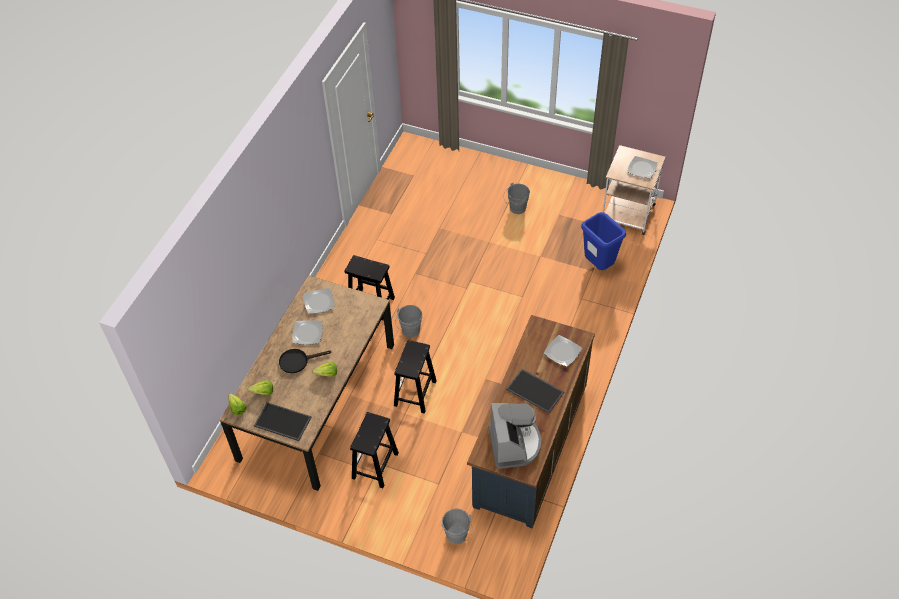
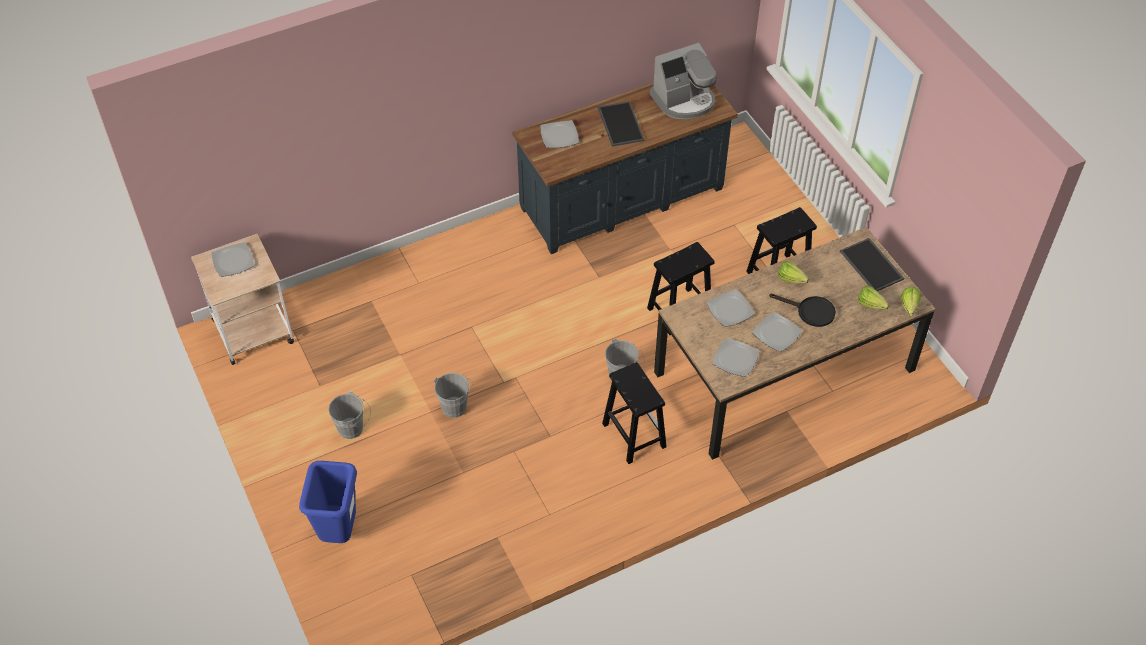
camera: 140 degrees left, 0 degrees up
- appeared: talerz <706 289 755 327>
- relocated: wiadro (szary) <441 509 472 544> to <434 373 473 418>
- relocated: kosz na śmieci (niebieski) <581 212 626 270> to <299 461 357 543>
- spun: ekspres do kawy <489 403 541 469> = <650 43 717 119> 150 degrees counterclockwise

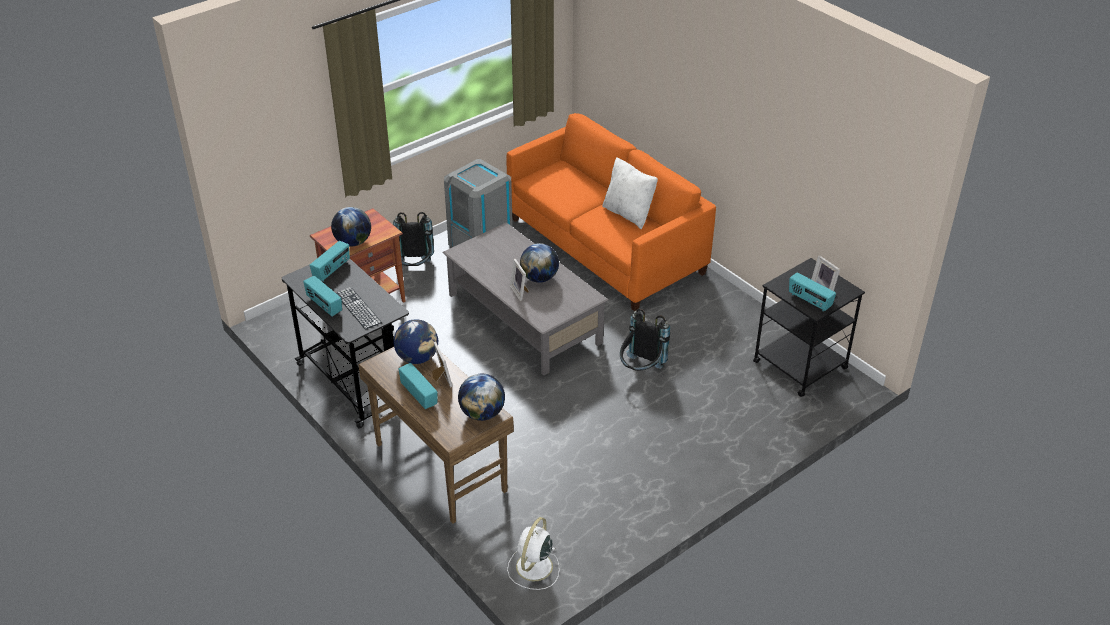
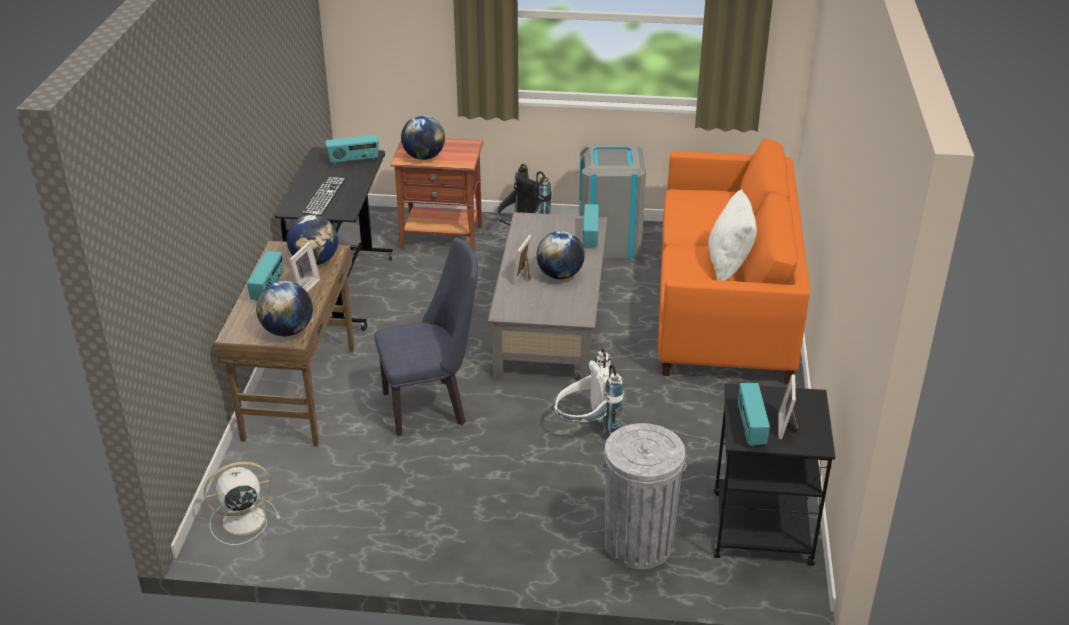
camera: 45 degrees right, 5 degrees down
- appeared: krzesło (niebieski) <374 238 478 436>
- appeared: kosz na śmieci (szary) <602 423 687 569>
- relocated: radio <303 276 342 317> to <582 204 599 247>
- colour: plecak (czarny) <620 308 670 371> to plecak (biały) <554 348 624 438>

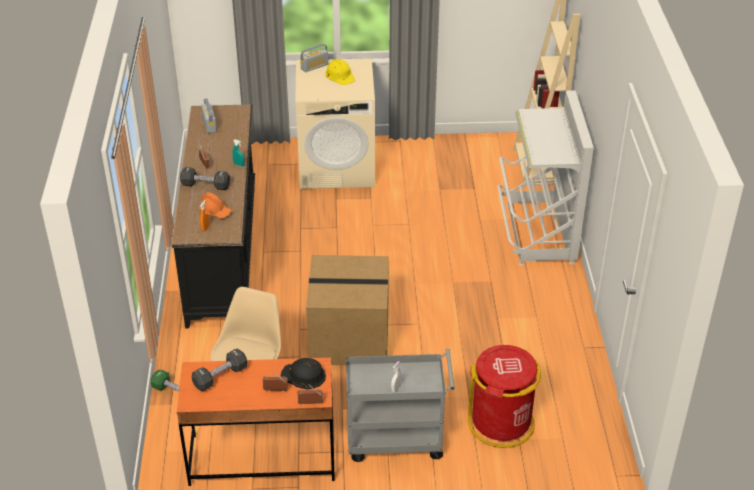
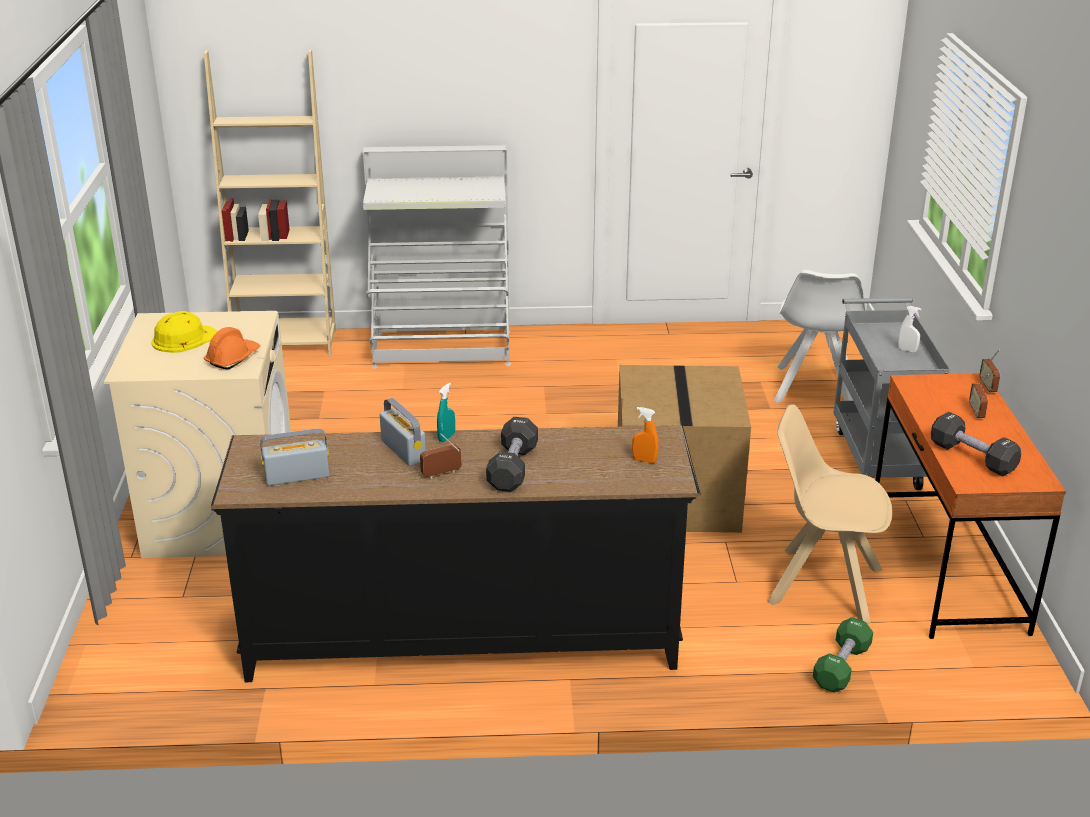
camera: 90 degrees left, 10 degrees down
- missing: kask (czarny) <280 358 326 390>
- relocated: kask (pomarańczowy) <199 192 232 218> to <204 327 261 369>
- relocated: radio <300 44 328 72> to <380 398 426 466>
- exchanged: kosz na śmieci (czerwony) <468 345 541 448> to krzesło (biały) <774 270 866 403>

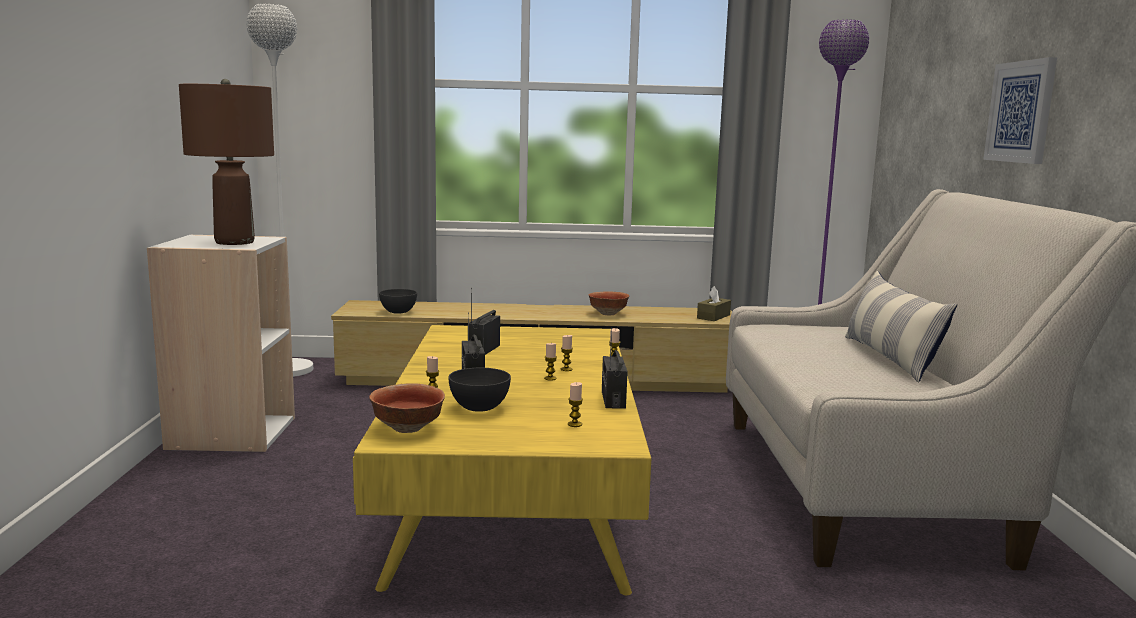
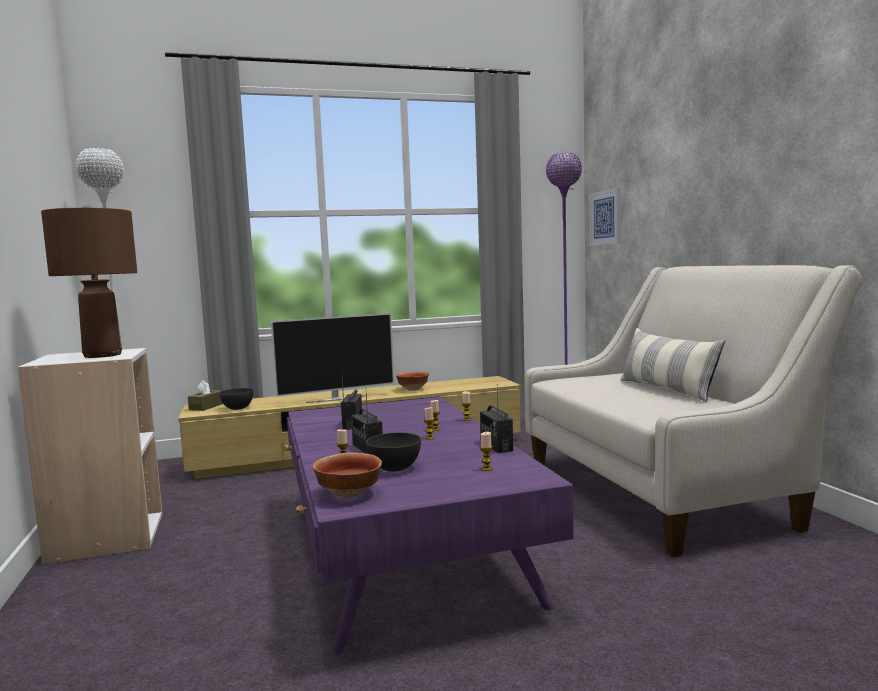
camera: 15 degrees left, 5 degrees down
- appeared: telewizor <271 313 394 403>
- relocated: pudełko chusteczek (brązowy) <697 286 731 321> to <188 380 223 411>
- relocated: obraz <983 57 1057 164> to <589 188 621 246>
- colour: ława (żółty) <353 325 651 595> to ława (fioletowy) <284 397 574 654>

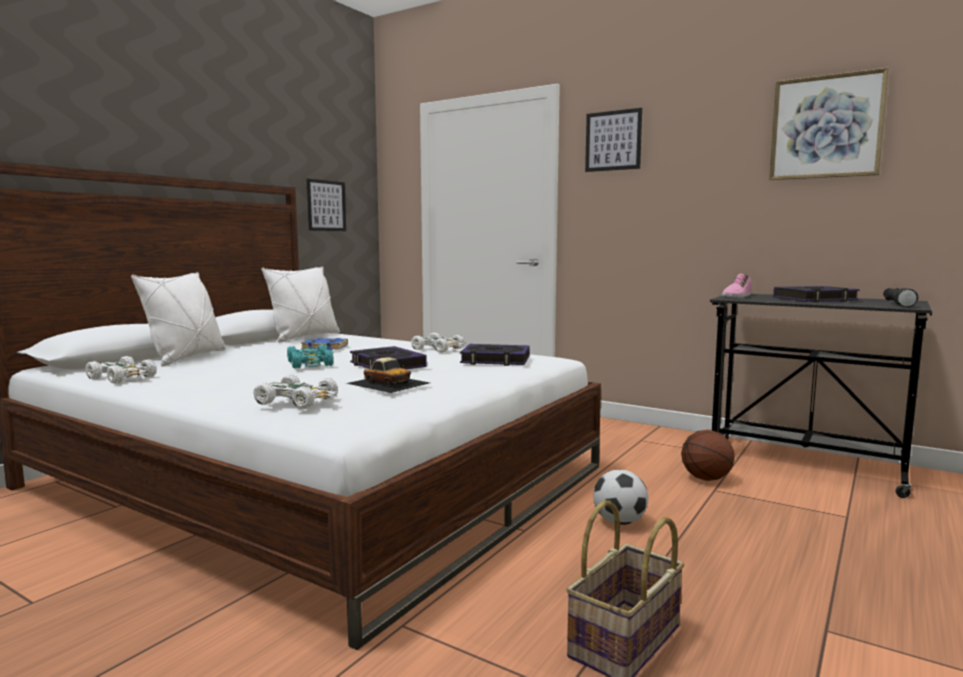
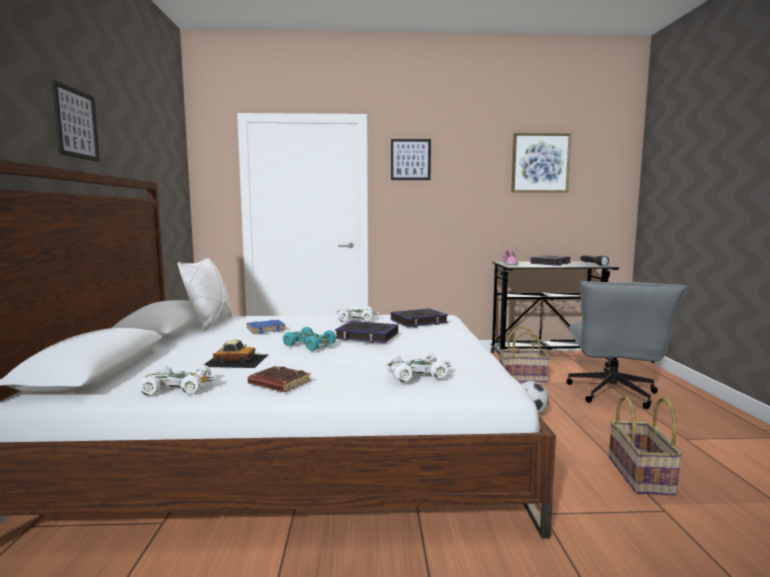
camera: 35 degrees left, 0 degrees up
- missing: poduszka (biały) <131 272 226 367>
- appeared: książka (brązowy) <248 366 311 392>
- appeared: krzesło biurowe (szary) <566 281 689 409>
- relocated: obraz <306 179 346 231> to <52 80 100 162>
- relocated: samochodzik <346 357 429 393> to <204 340 268 368>
- exchanged: piłka do koszykówki <681 430 735 481> to koszyk <499 326 550 383>

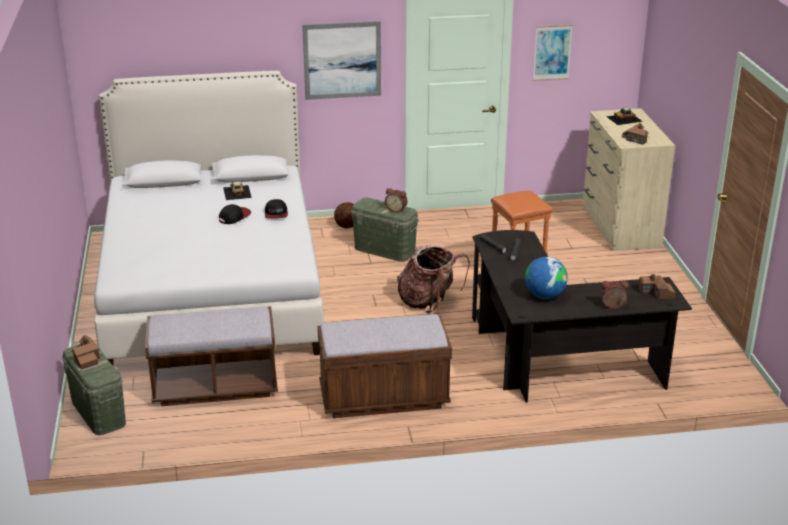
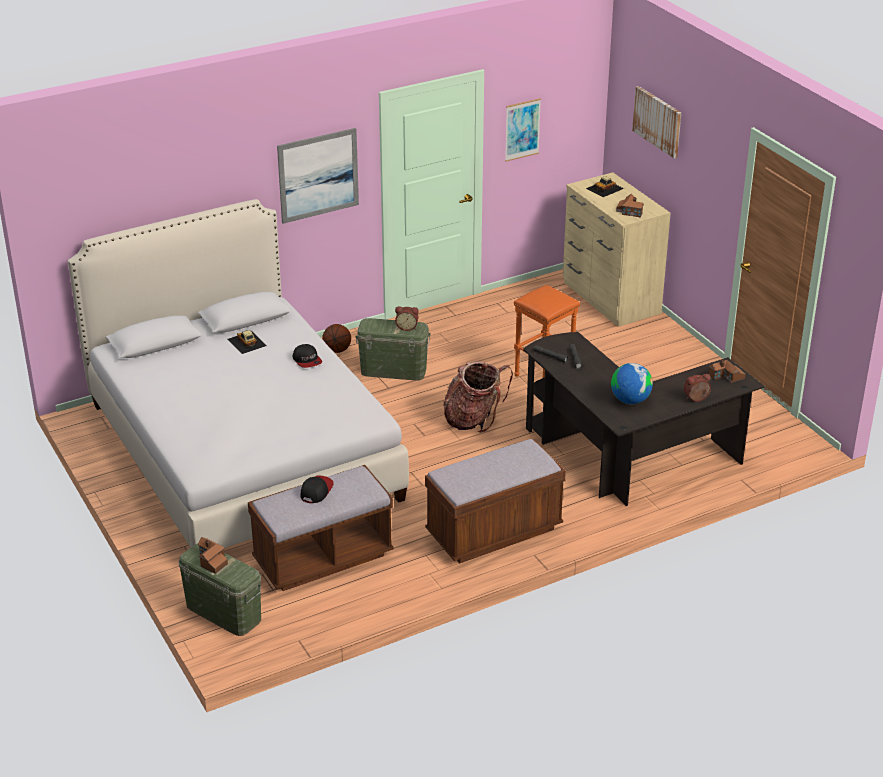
camera: 20 degrees left, 5 degrees up
- appeared: obraz <632 86 681 158>
- relocated: czapka z daszkiem <219 204 251 224> to <301 476 334 503>

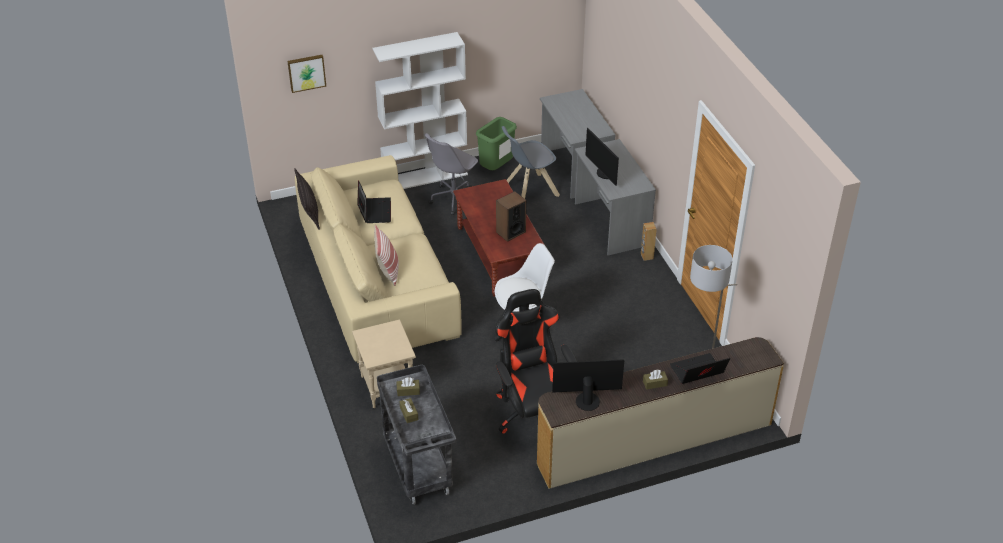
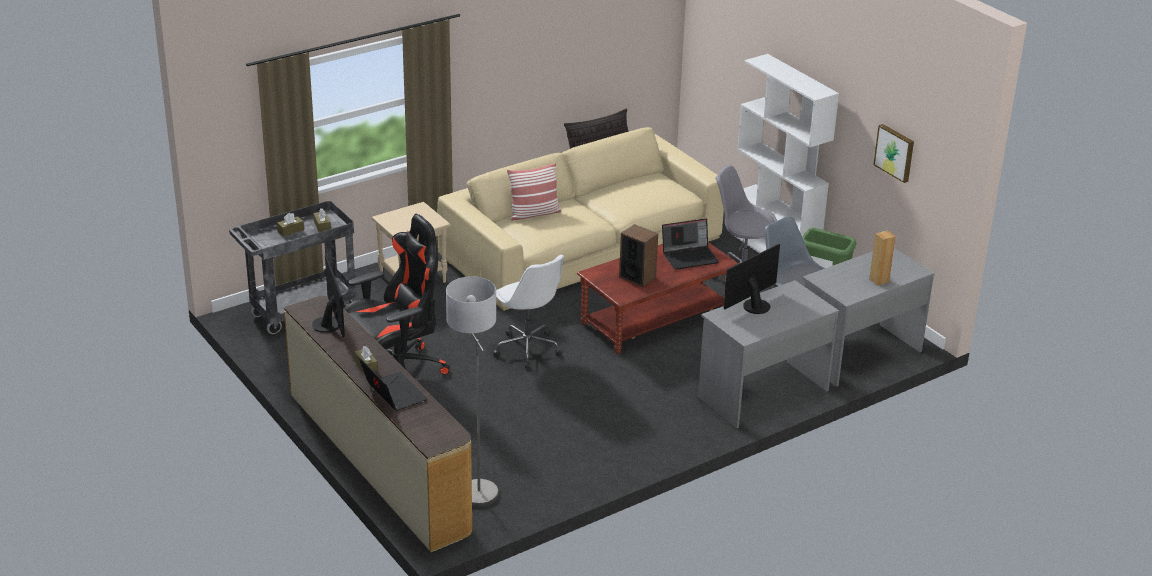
camera: 75 degrees right, 10 degrees down
- relocated: obraz <287 55 326 93> to <873 124 914 183>
- relocated: laptop <357 181 391 223> to <662 218 719 270>
- relocated: głośnik (brązowy) <641 222 657 261> to <869 230 895 286>

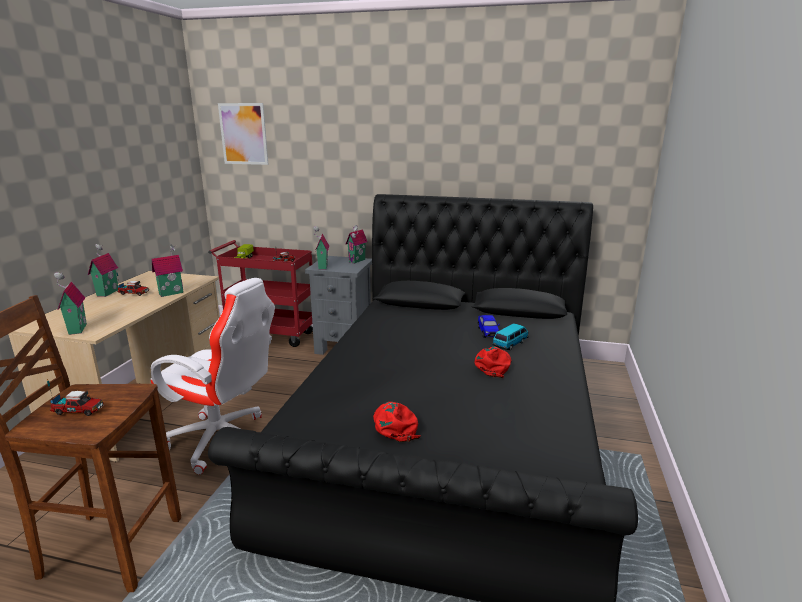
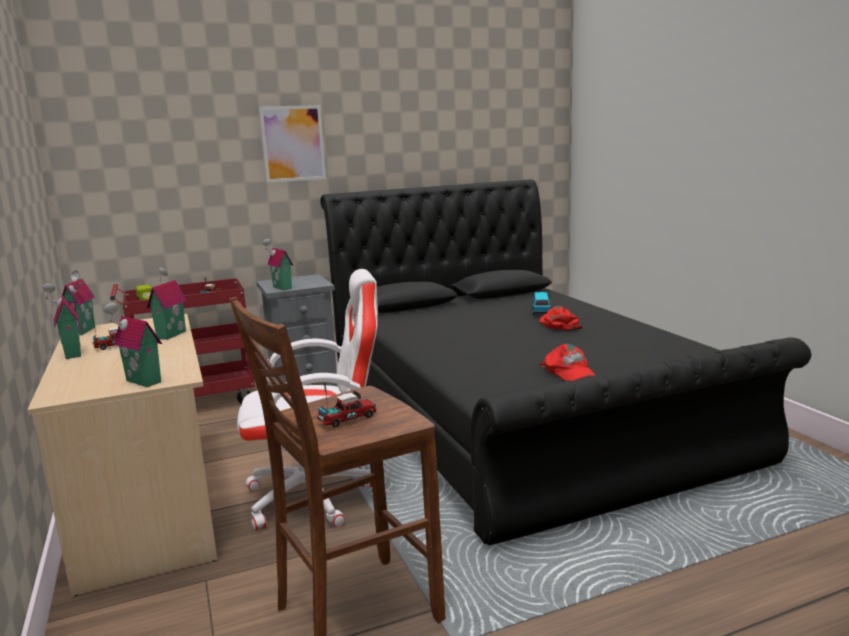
camera: 35 degrees left, 5 degrees down
- missing: samochodzik <478 315 500 338>
- relocated: obraz <218 103 269 165> to <259 105 326 183>
- relocated: domek <346 225 367 263> to <62 270 95 335>
- spun: czapka z daszkiem (czerwony) <373 402 421 442> = <539 344 595 381> 150 degrees counterclockwise

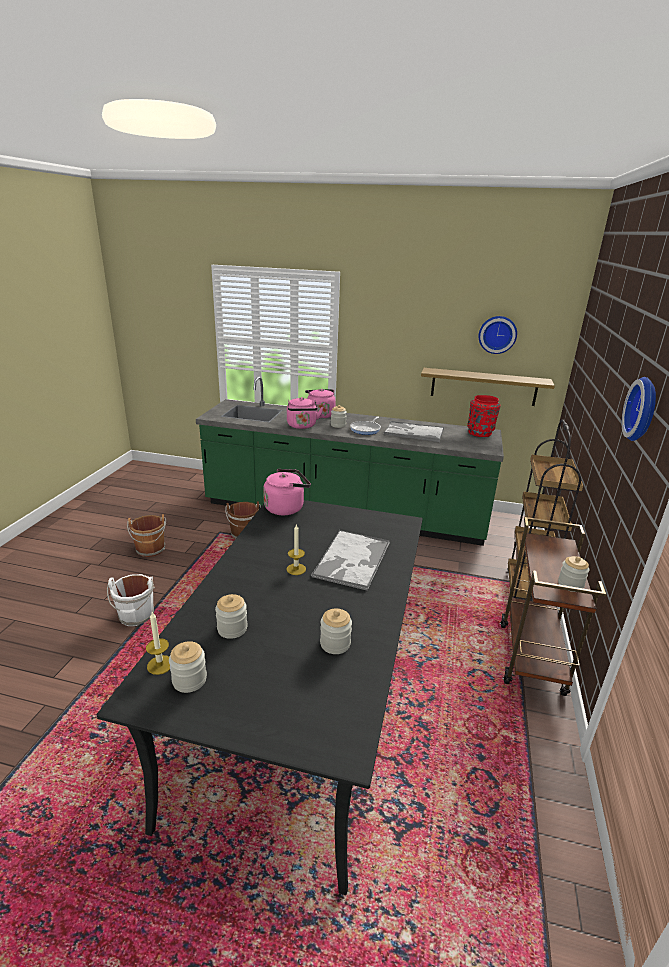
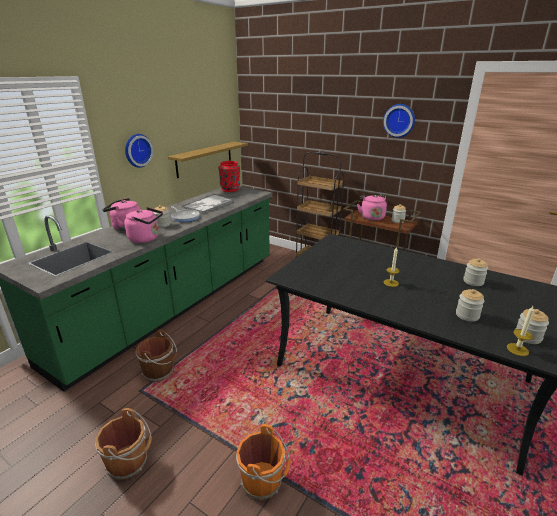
camera: 70 degrees left, 0 degrees up
- missing: taca <311 530 390 591>
- relocated: czajnik (różowy) <263 469 311 515> to <357 195 387 221>
- relocated: zegar ścienny <478 316 517 354> to <125 134 154 168>
- colour: wiadro (biały) <107 574 155 626> to wiadro (pomarańczowy) <236 424 291 500>

